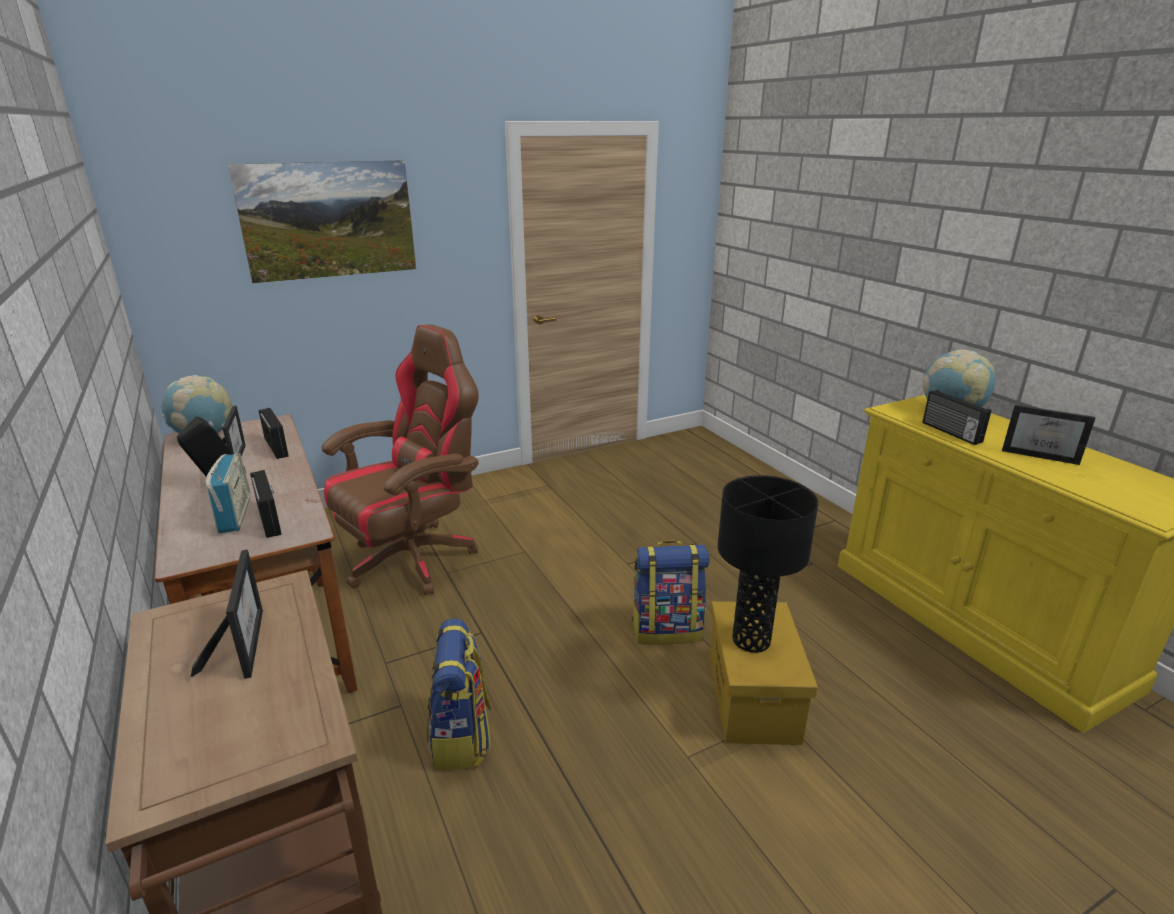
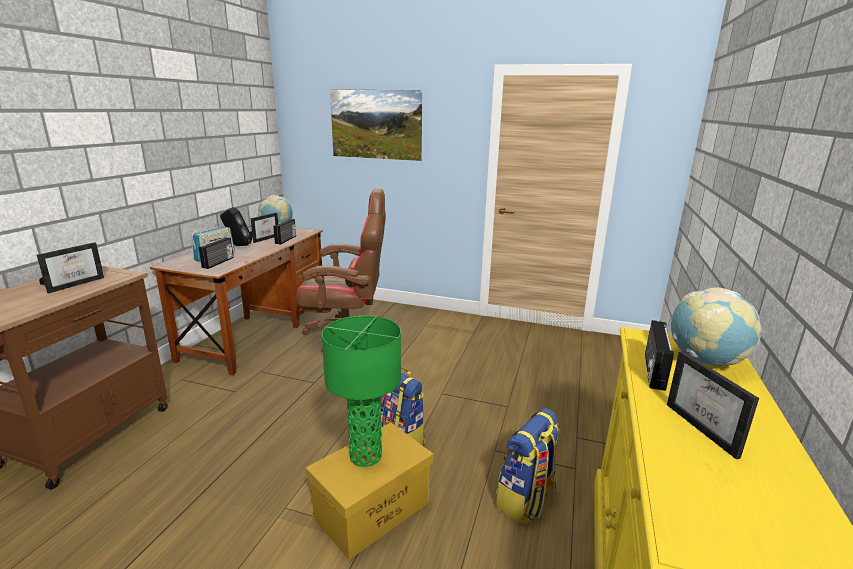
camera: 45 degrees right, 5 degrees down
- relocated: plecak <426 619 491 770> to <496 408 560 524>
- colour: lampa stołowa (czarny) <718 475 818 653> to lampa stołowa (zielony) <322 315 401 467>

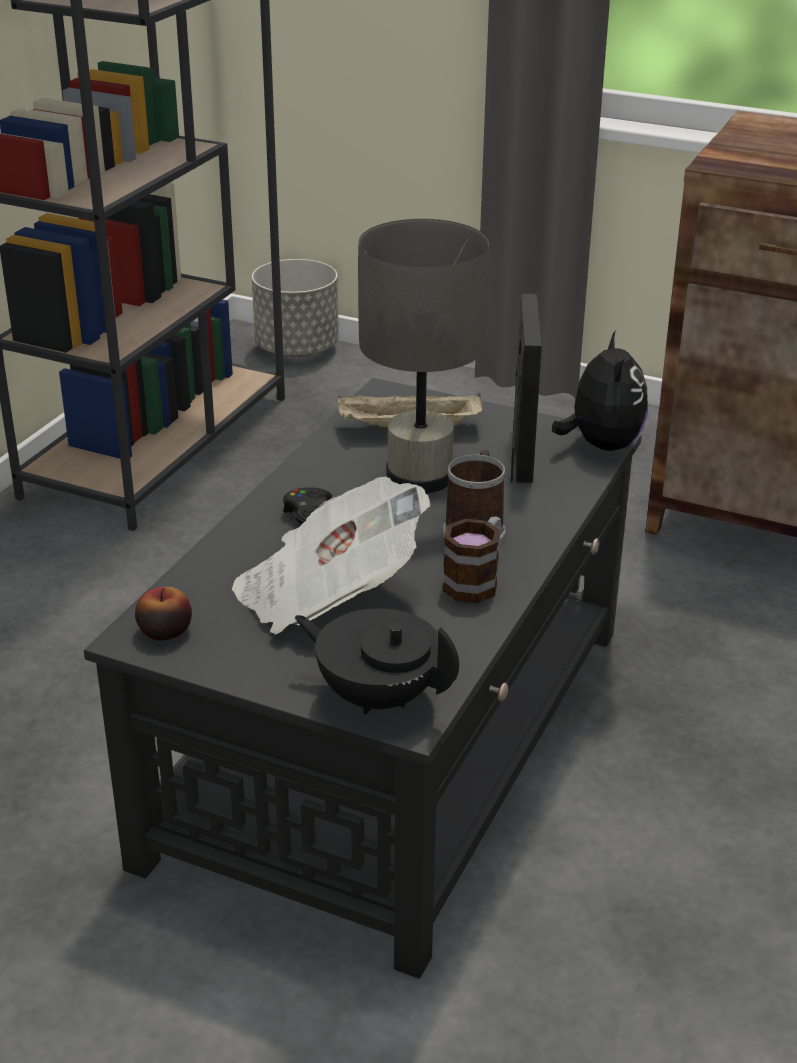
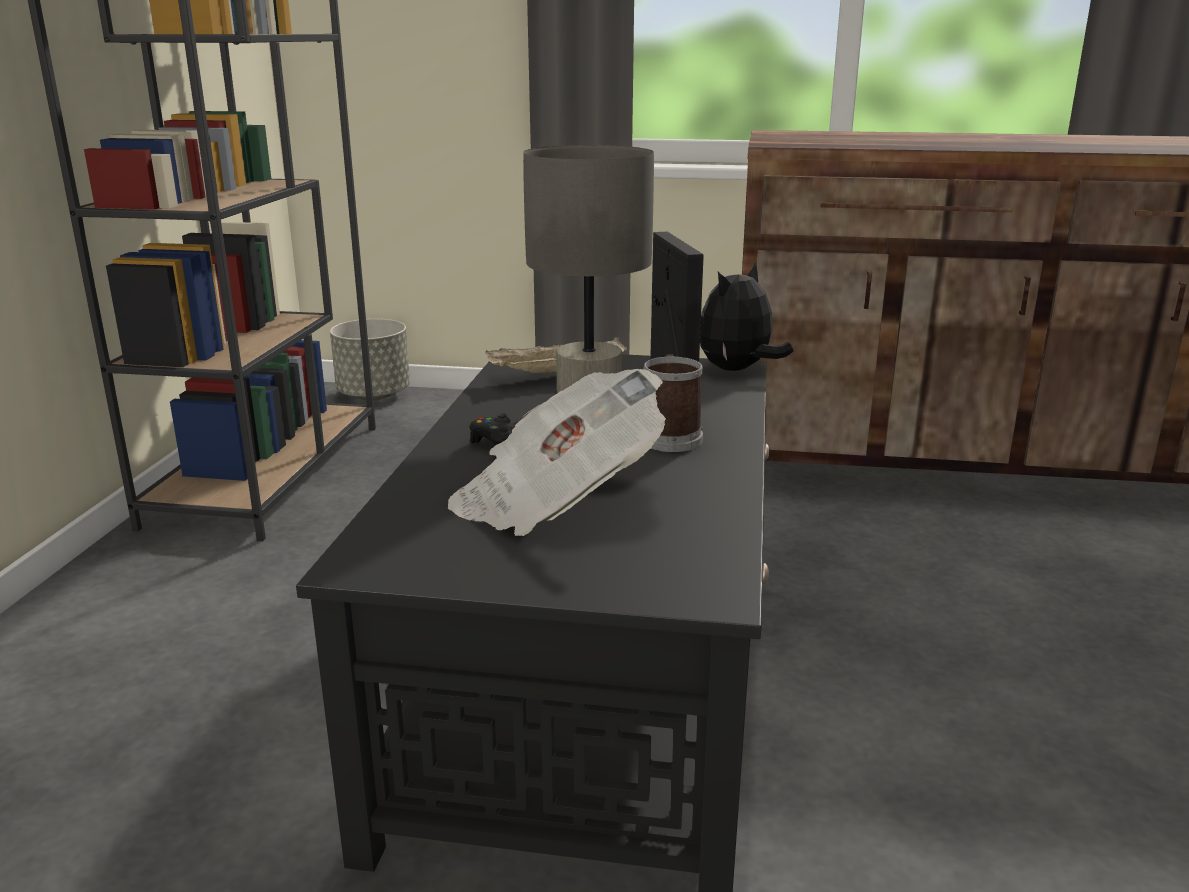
camera: 15 degrees left, 10 degrees down
- missing: jabłko <135 587 192 640>
- missing: imbryk (czarny) <294 608 459 714>
- missing: kubek <443 516 501 603>
- spun: pluszak <552 331 648 451> = <700 261 794 371> 120 degrees counterclockwise

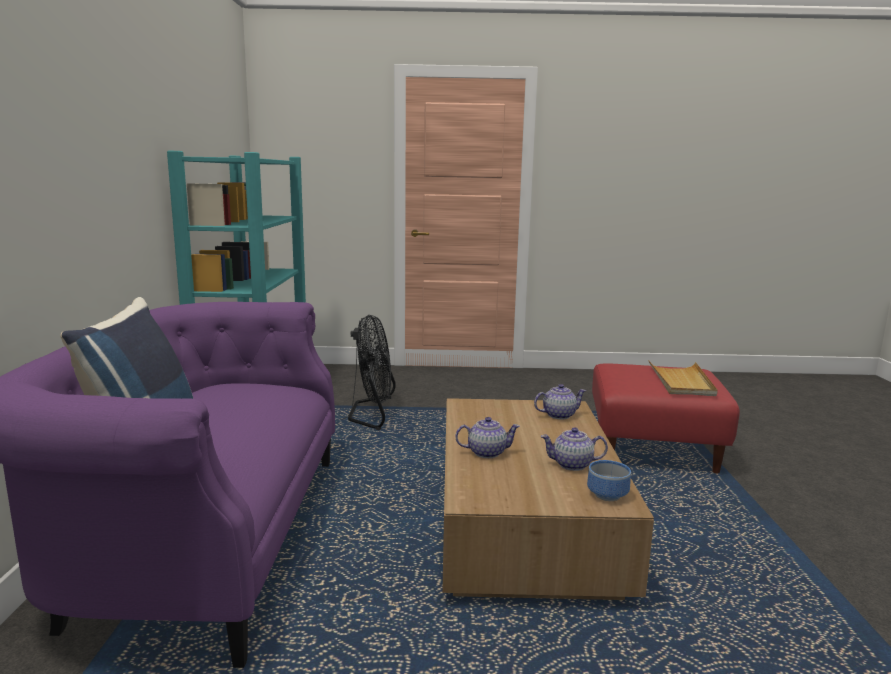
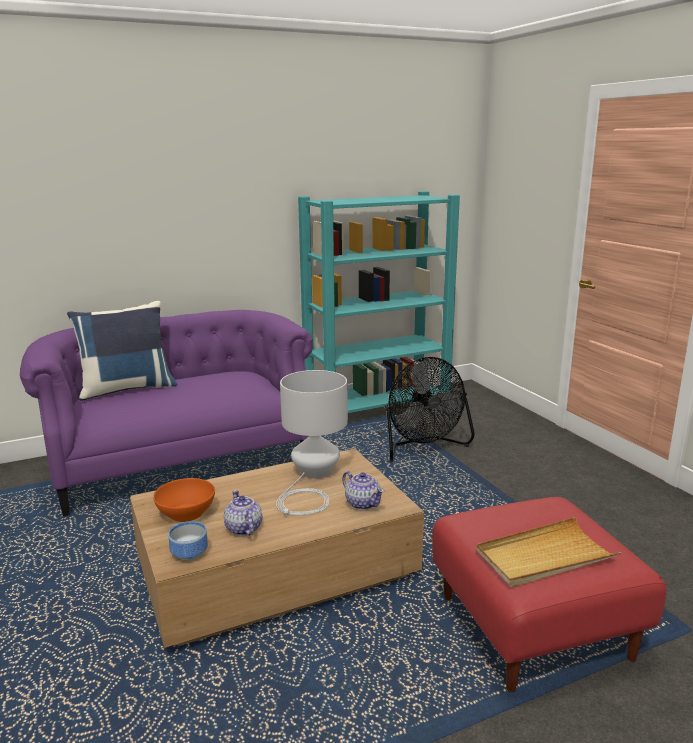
camera: 65 degrees right, 5 degrees up
- missing: imbryk <455 417 520 458>
- appeared: miska (pomarańczowy) <153 478 215 522>
- appeared: lampa stołowa (biały) <276 370 348 516>

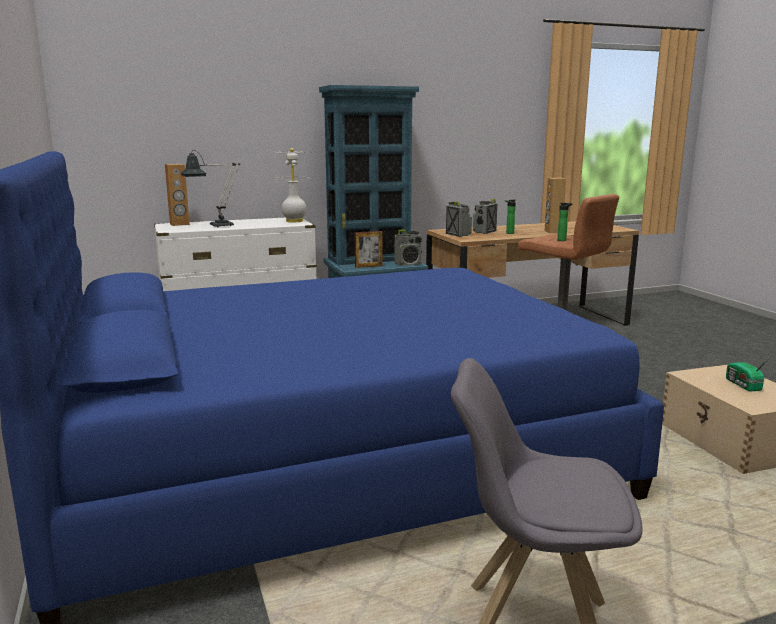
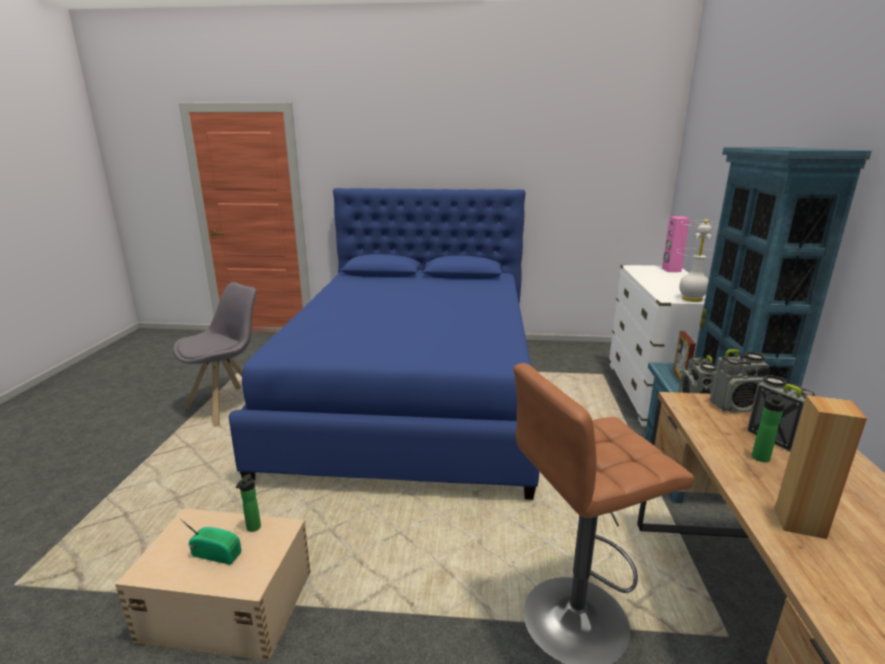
camera: 115 degrees right, 5 degrees up
- missing: lampa stołowa <181 150 240 227>
- relocated: butelka <557 203 573 241> to <236 474 261 532>
- colour: głośnik (brązowy) <165 164 190 226> to głośnik (różowy) <662 216 690 272>

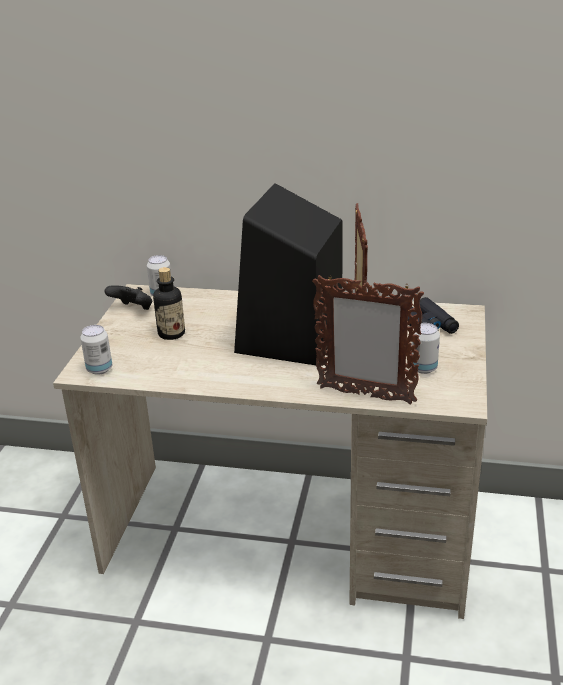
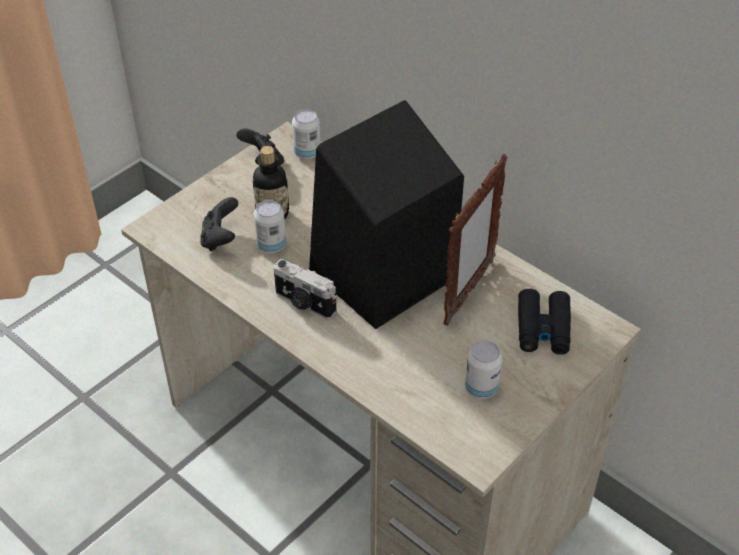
camera: 30 degrees right, 15 degrees up
- missing: ramka na zdjęcie <312 275 424 405>
- appeared: pad do gier (czarny) <200 197 238 251>
- appeared: aparat fotograficzny <273 259 337 319>
- relocated: puszka <80 325 112 375> to <254 200 286 253>

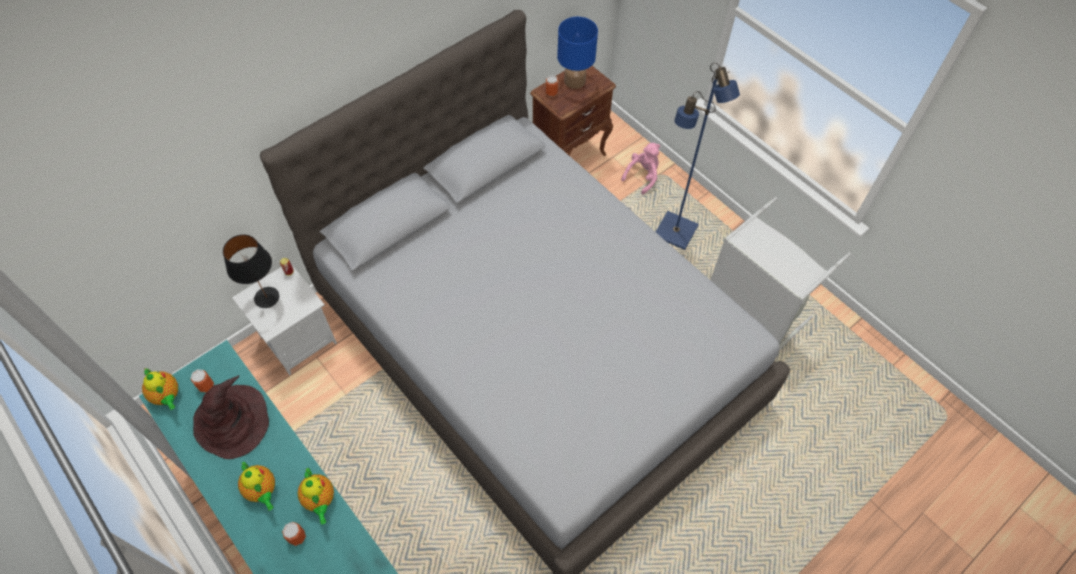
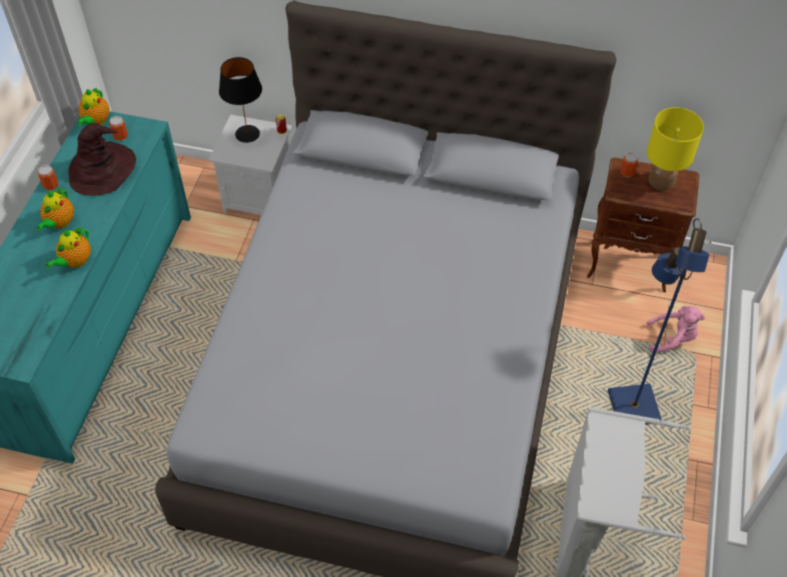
camera: 55 degrees right, 5 degrees down
- relocated: puszka <282 522 306 546> to <38 165 58 191>
- colour: lampa stołowa (niebieski) <557 17 598 89> to lampa stołowa (żółty) <647 107 704 191>

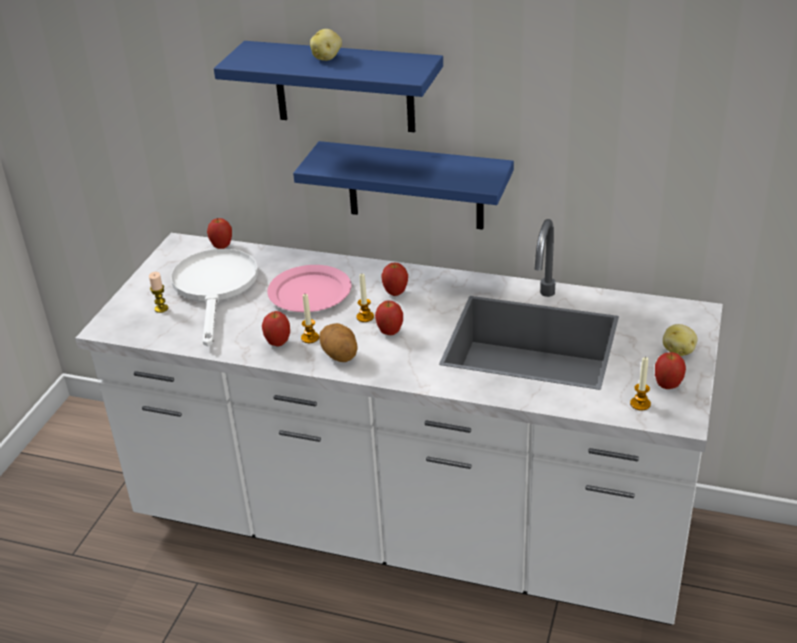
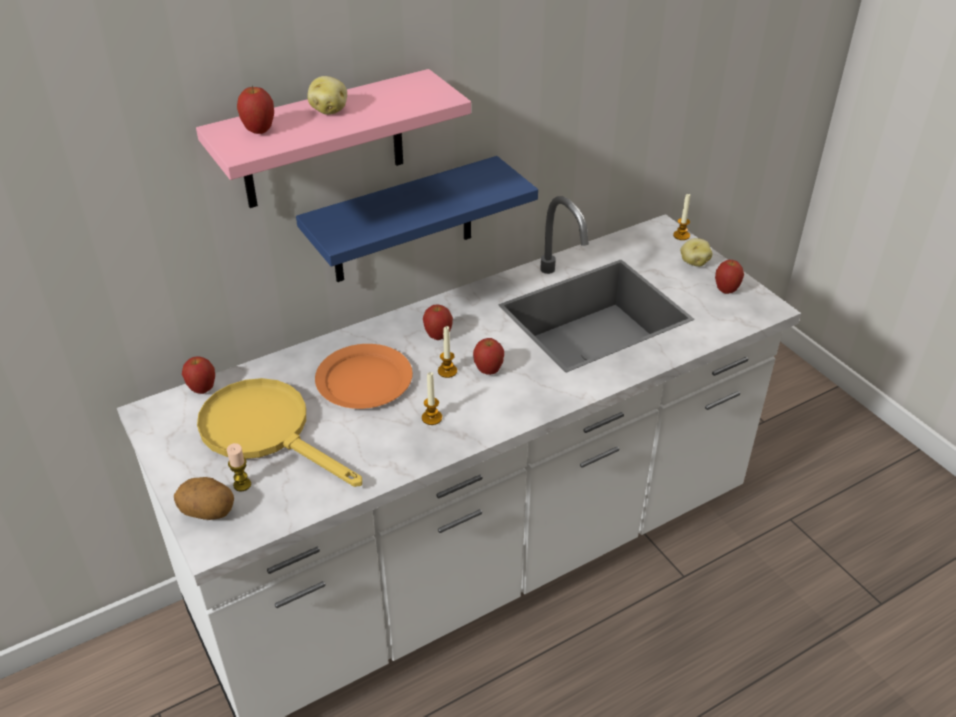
camera: 50 degrees left, 5 degrees up
- relocated: jabłko <262 311 290 347> to <237 86 274 134>
- relocated: ziemniak <319 323 357 362> to <174 477 234 520>
- relocated: świeca <630 357 651 411> to <673 194 690 240>
- colour: patelnia (biały) <171 249 258 346> to patelnia (żółty) <197 378 362 487>
- colour: półka (niebieski) <214 41 443 132> to półka (różowy) <196 69 471 208>
- colour: talerz (różowy) <267 265 352 312> to talerz (pomarańczowy) <315 344 413 409>

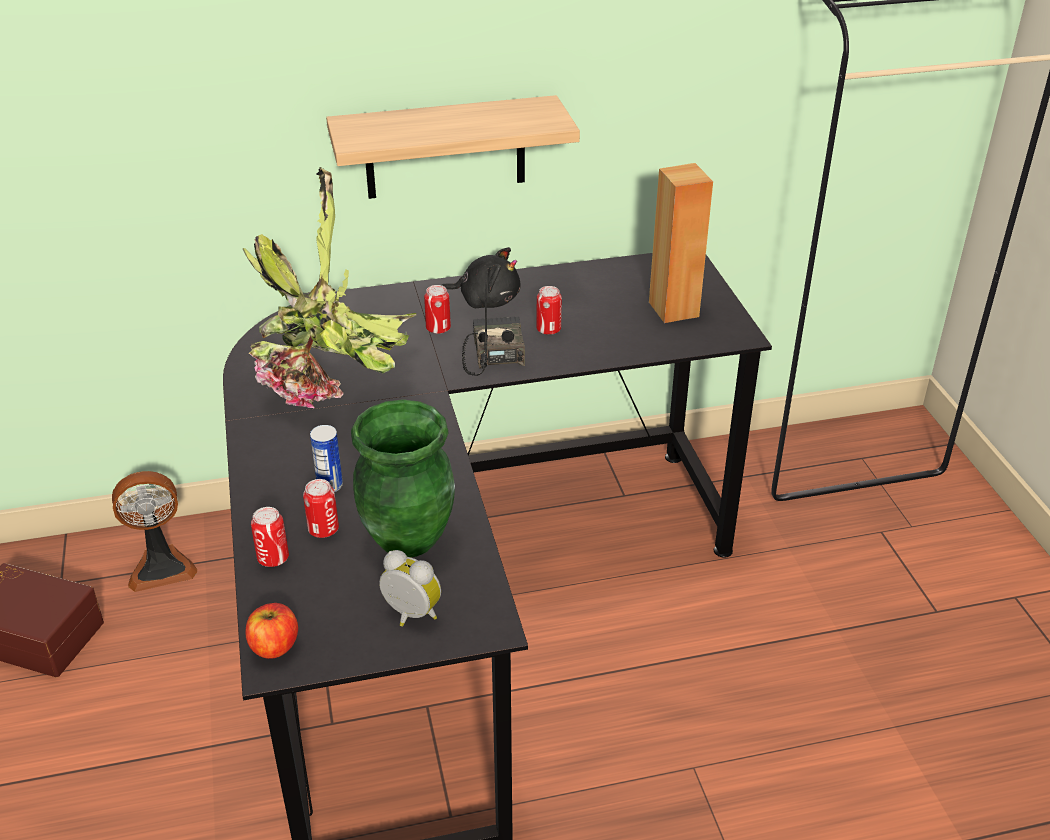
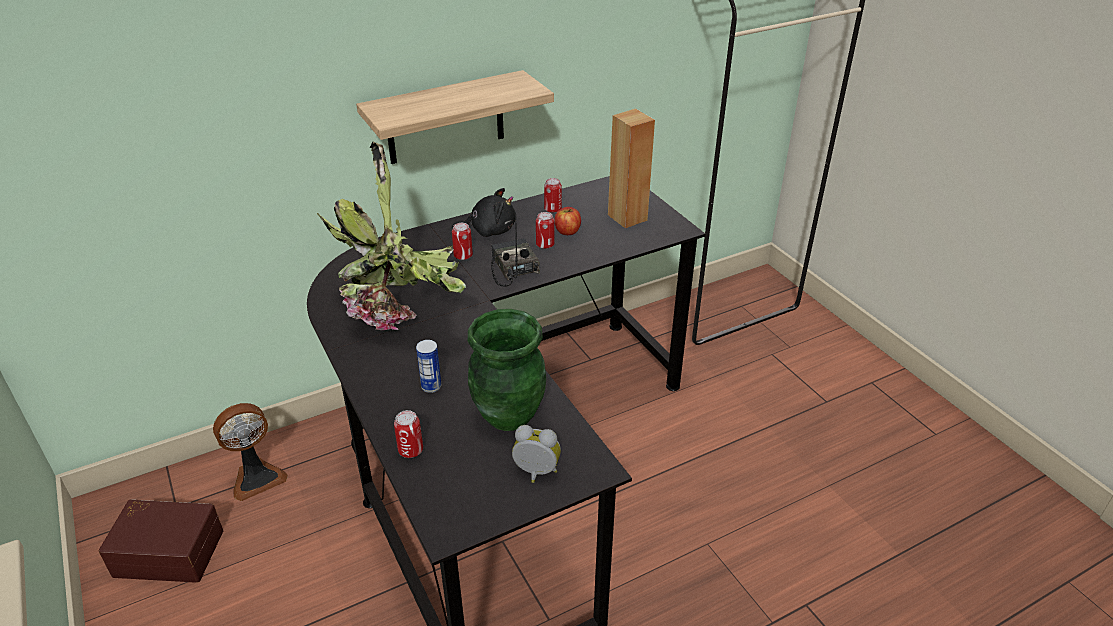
camera: 15 degrees left, 0 degrees up
- relocated: jabłko <245 603 298 659> to <555 207 581 235>
- relocated: puszka <303 479 339 538> to <544 178 562 213>

